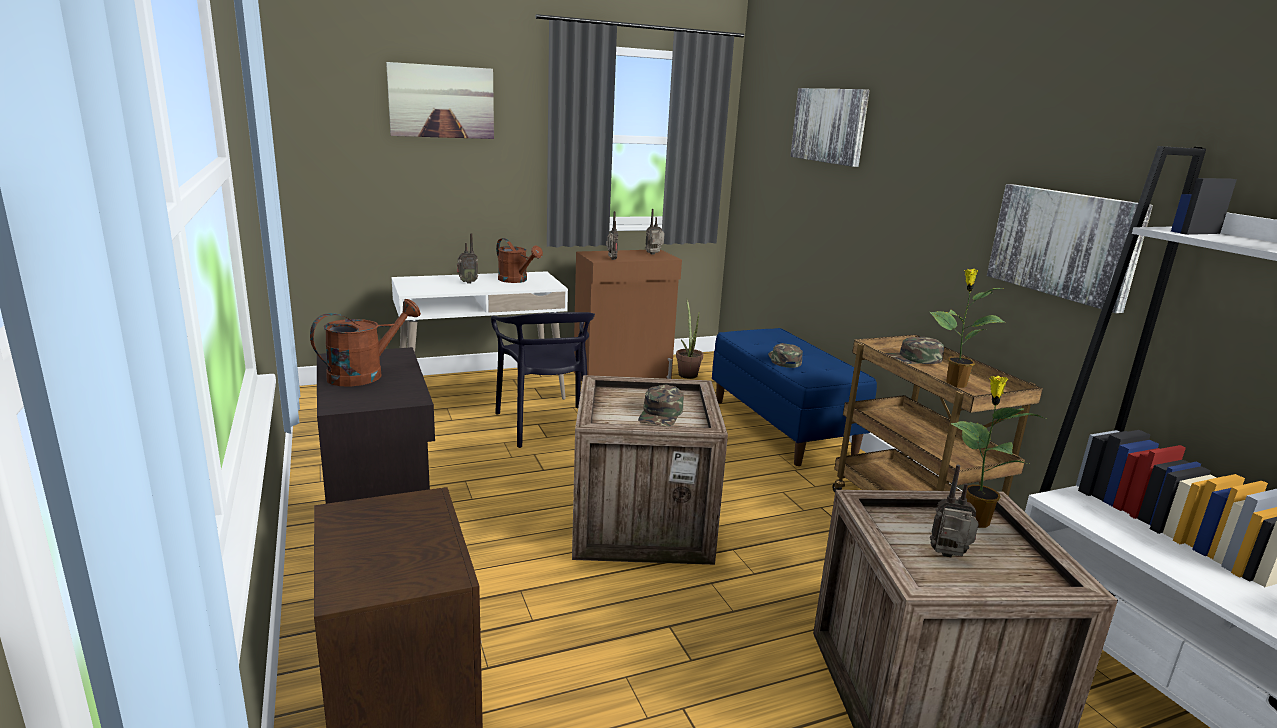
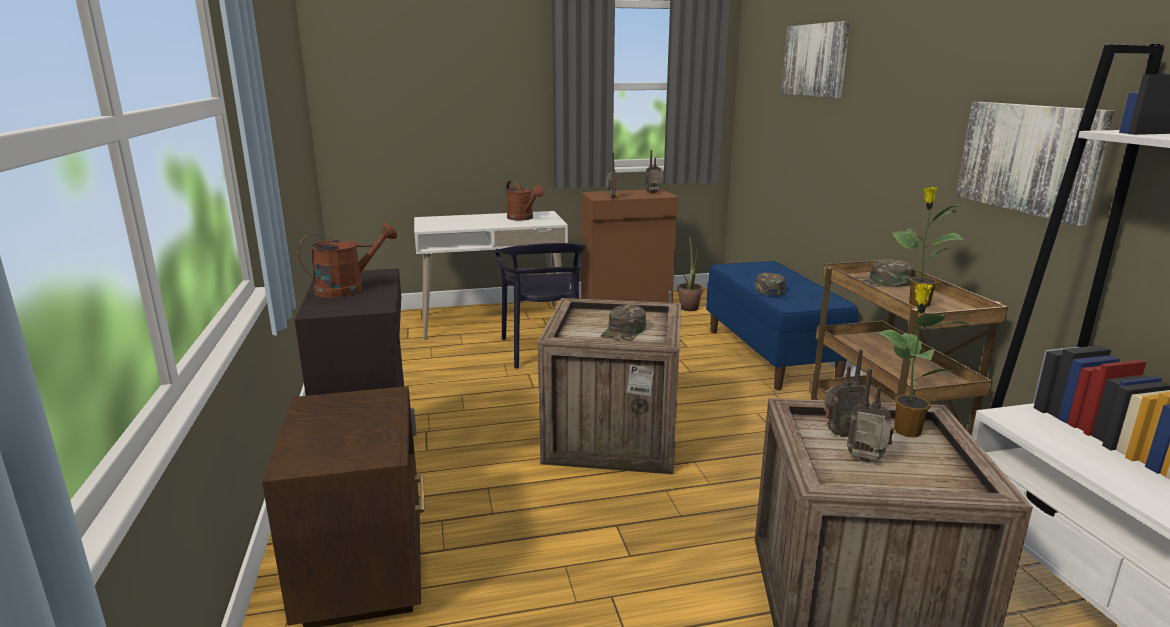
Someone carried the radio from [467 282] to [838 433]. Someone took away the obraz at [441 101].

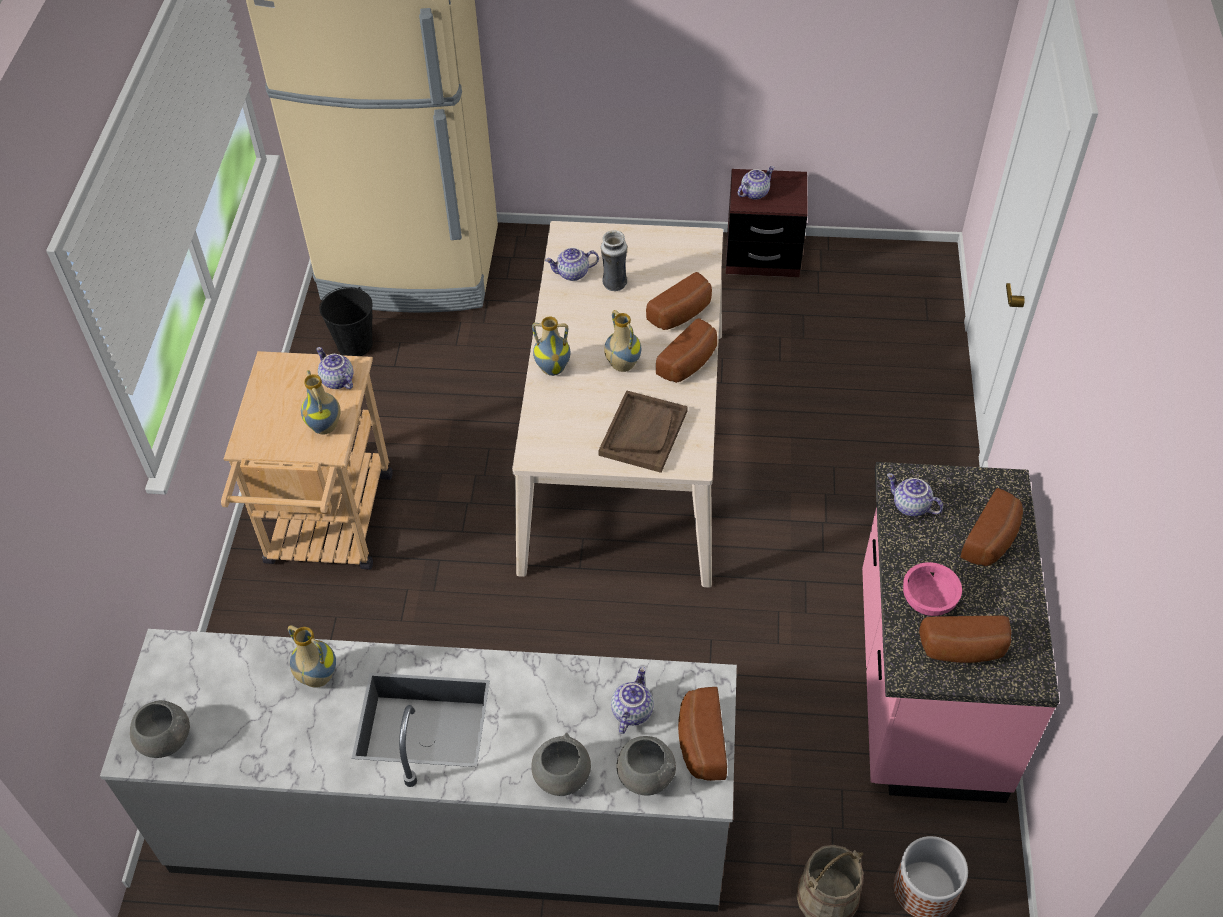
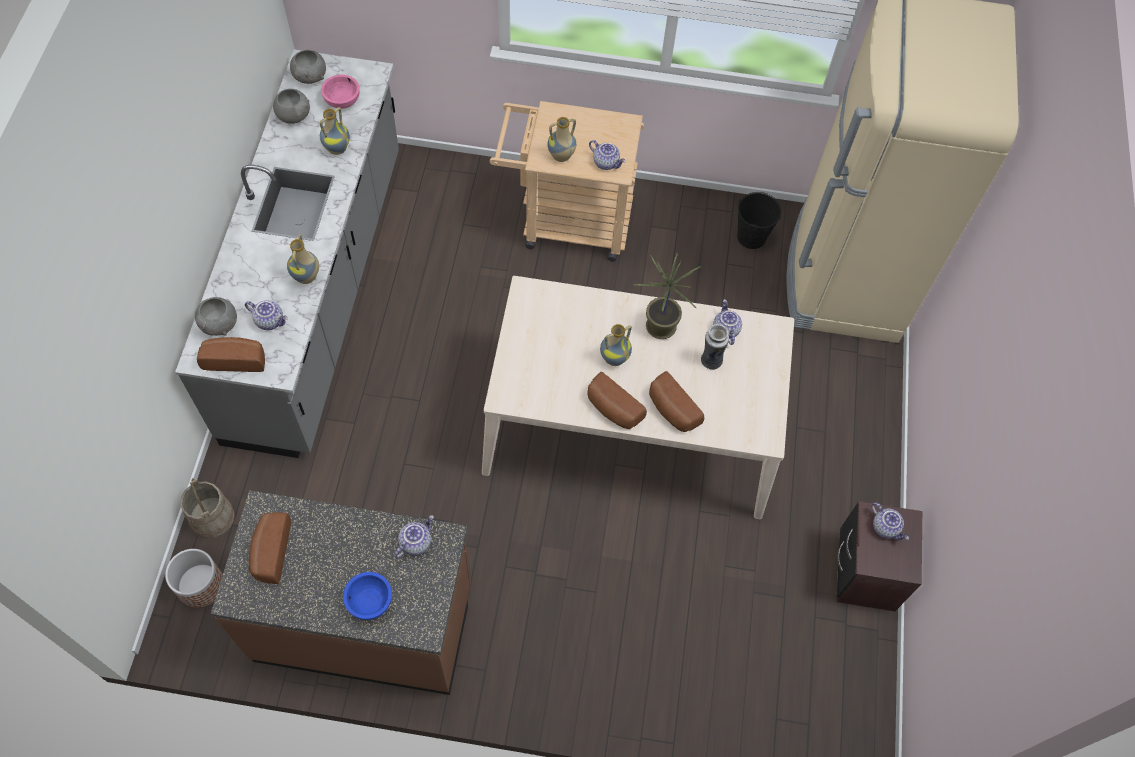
Someone repainted the zabudowa kuchenna/różowy at [925 686], which became the zabudowa kuchenna/brązowy at [364 622]. Someone carried the miska/szary from [561 776] to [293 115]. Someone carried the wazon from [553 368] to [307 277]. Someone carried the miska/różowy from [928 600] to [342 101]. Someone swapped the chleb at [992 540] for the miska/niebieski at [369 601]. Someone rotated the imbryk at [336 380] by 75 degrees clockwise. Someone put down the roślina doniczkowa at [661 328]. Someone took away the taca/brązowy at [643 433].

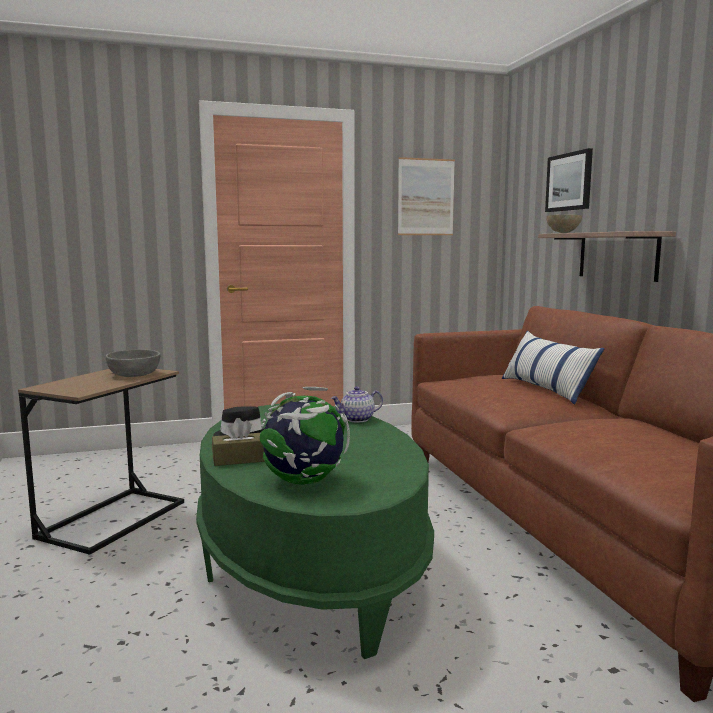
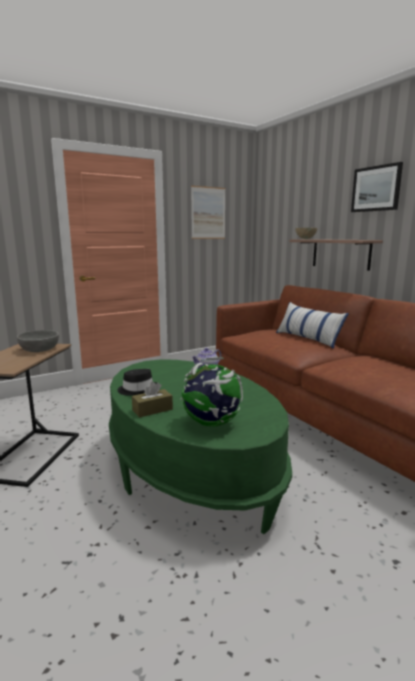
Someone carried the obraz from [569 182] to [376 188].

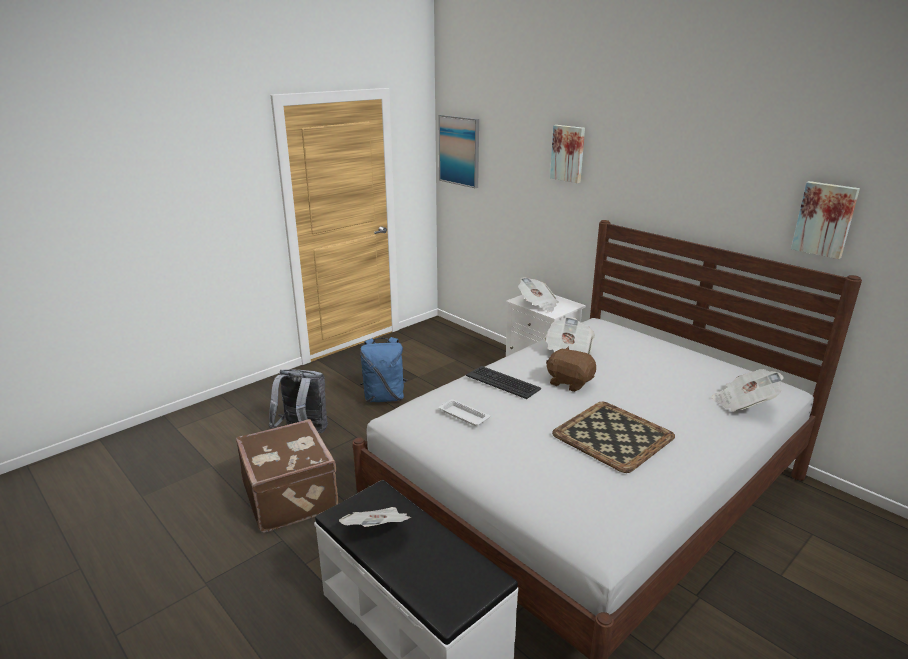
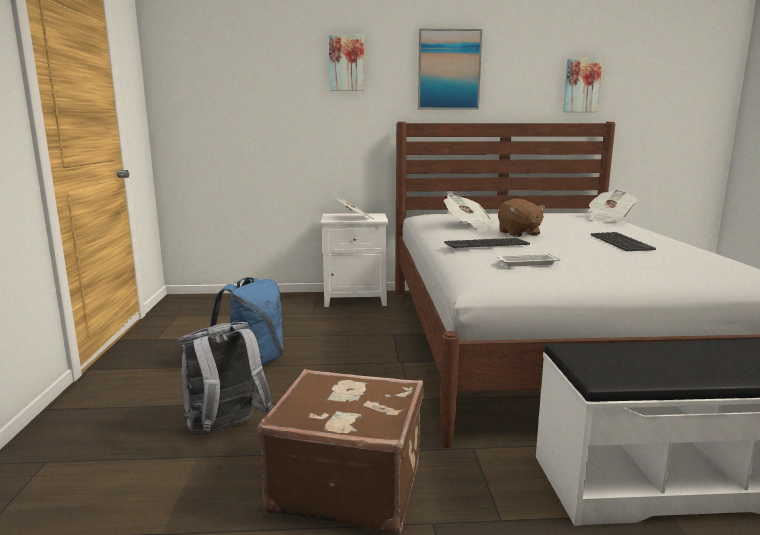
Someone carried the obraz from [459 151] to [449 70]. Someone rotated the pluszak/brązowy at [569 382] by 90 degrees counterclockwise. Someone swapped the taca at [612 435] for the klawiatura at [620 242]. Someone took away the gazeta at [377 531].

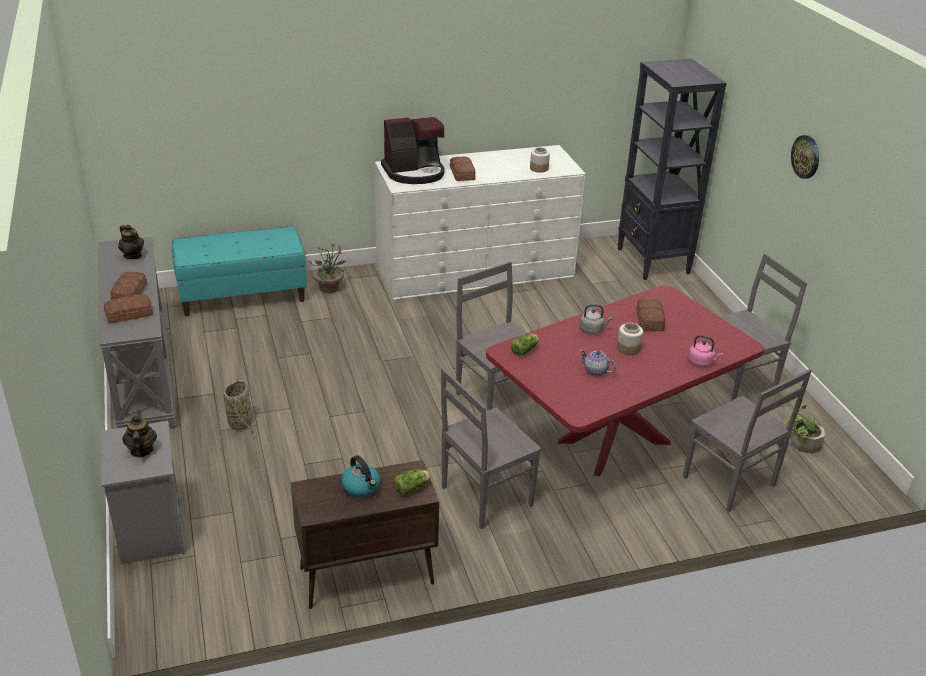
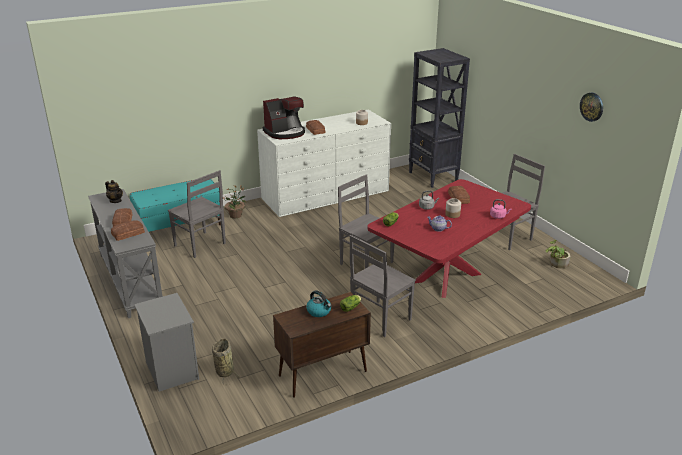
Someone carried the krzesło/szary from [730 483] to [200 245]. Someone carried the koszyk from [241 422] to [224 370]. Someone carried the zegar ścienny from [806 156] to [592 106]. Someone took away the imbryk at [141 450].

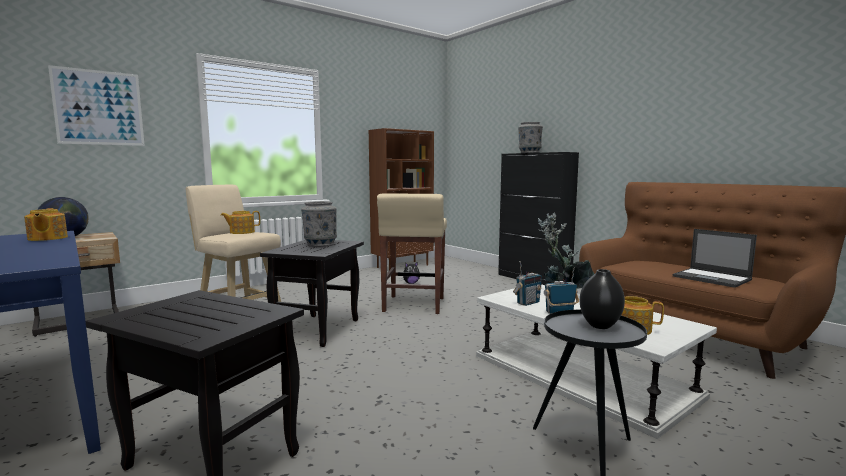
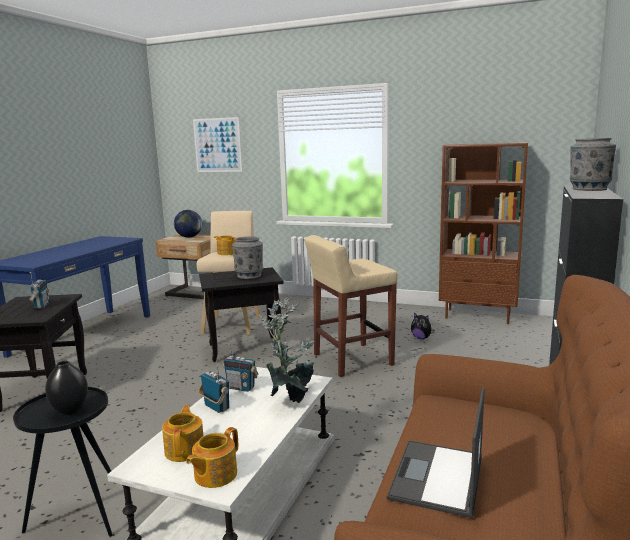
Someone put down the radio at [41 306]. Someone carried the imbryk from [47 238] to [214 475].

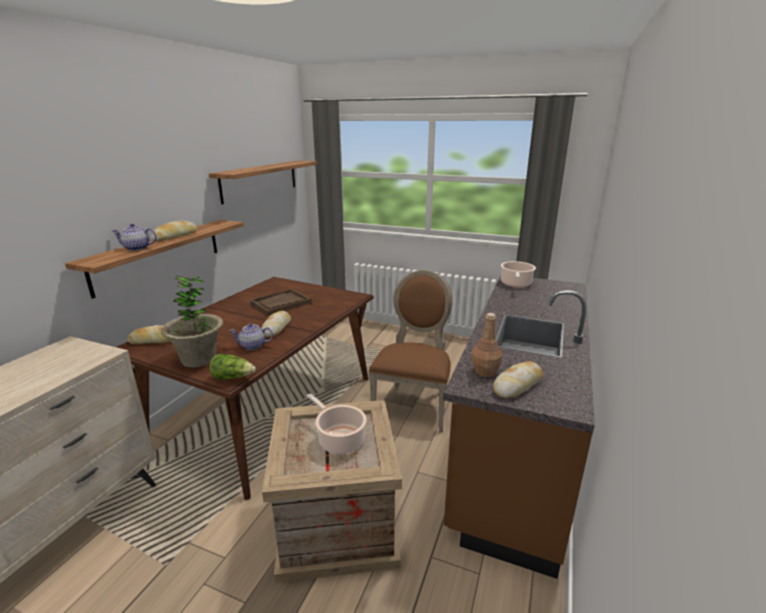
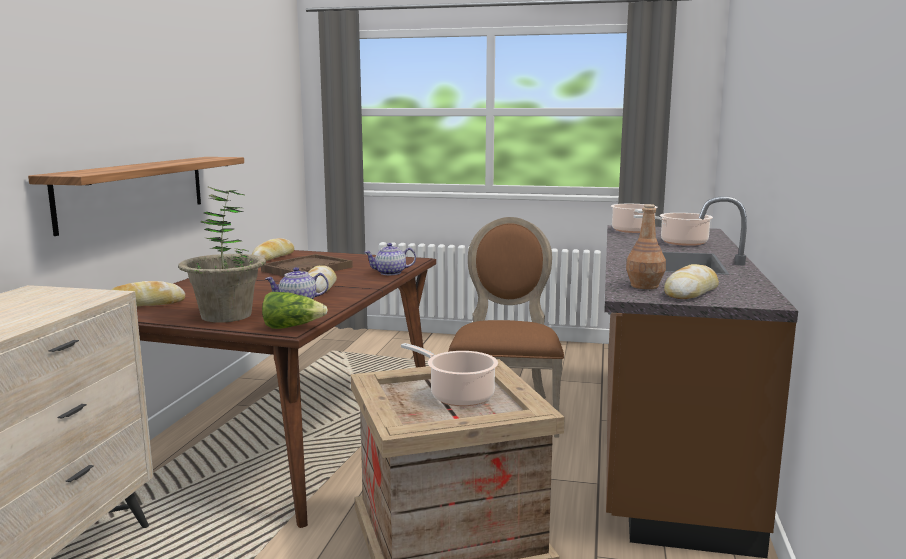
Someone carried the chleb from [175 236] to [273 257]. Someone carried the imbryk from [136 248] to [390 273]. Someone put down the garnek at [680 243]. Someone took away the półka at [260 180].

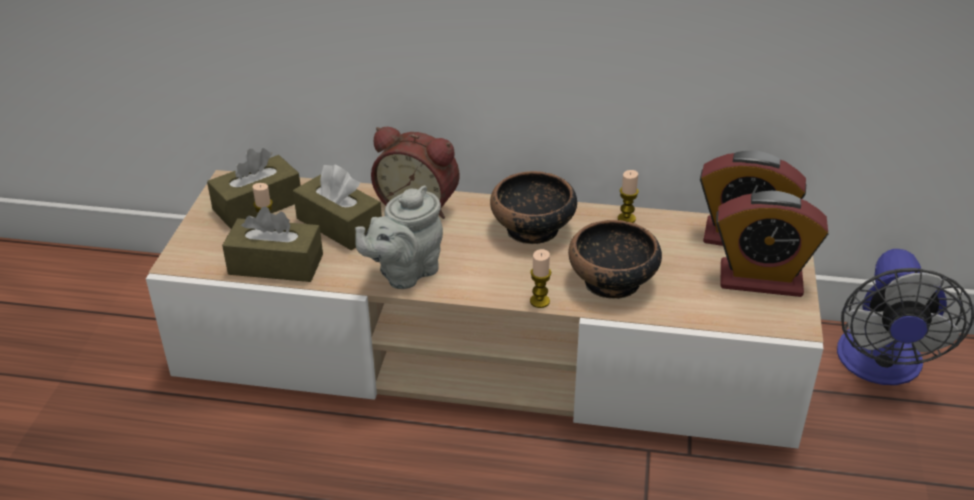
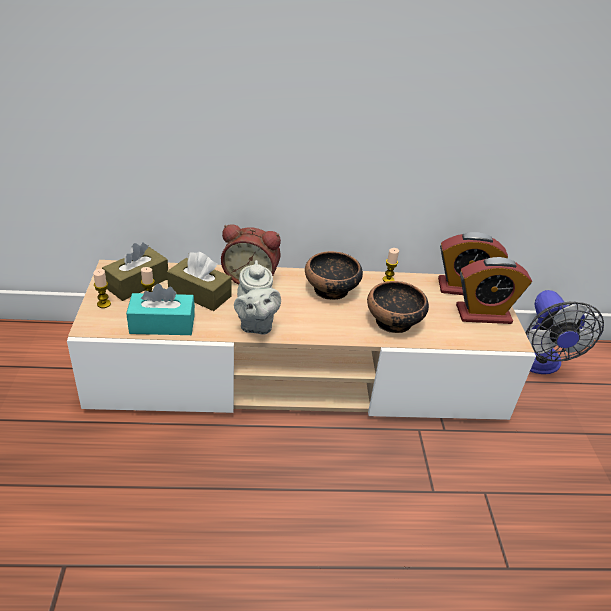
Someone carried the świeca from [539 301] to [104 304]. Someone repainted the pudełko chusteczek/brązowy at [276 264], which became the pudełko chusteczek/turkusowy at [162 324]. Someone rotated the imbryk/szary at [405 273] by 45 degrees counterclockwise.

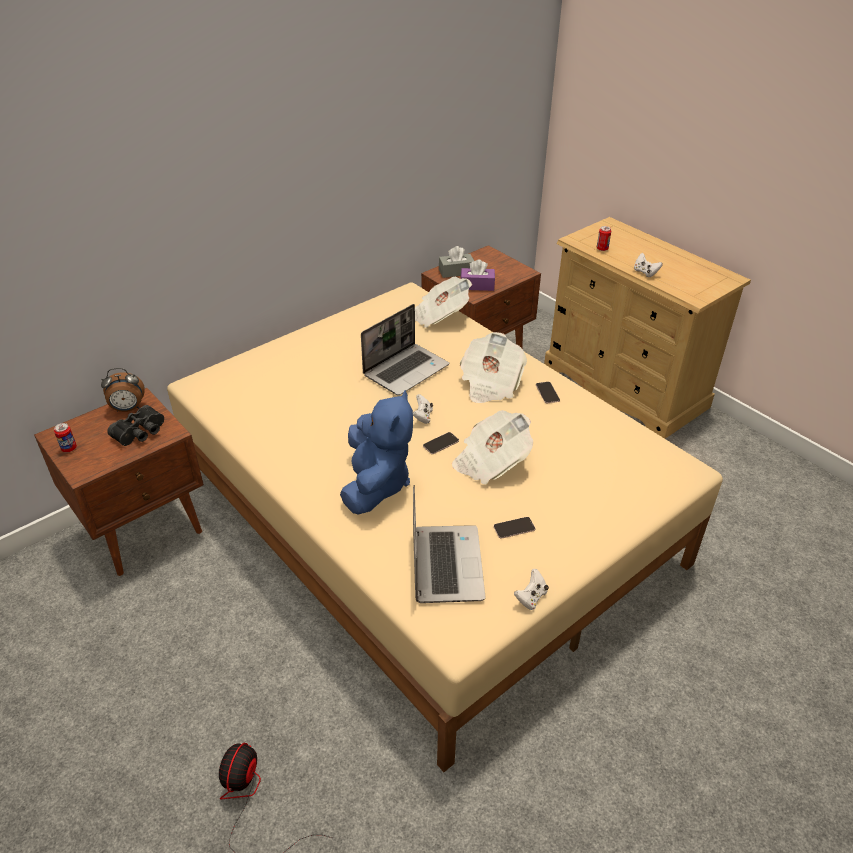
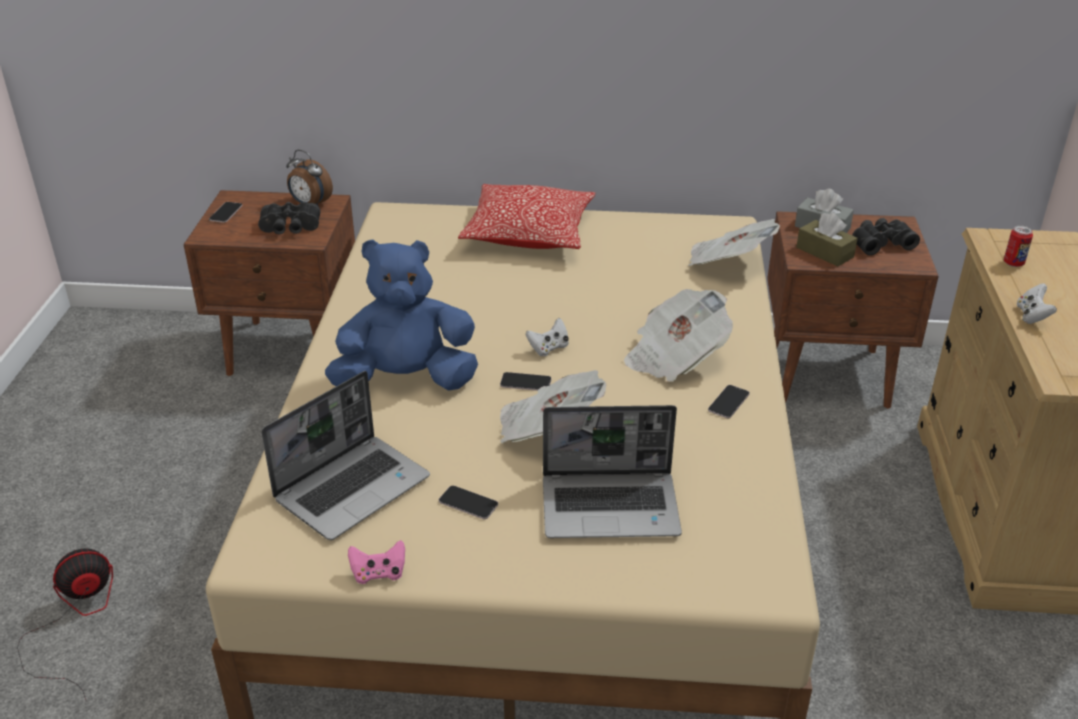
Someone swapped the puszka at [69 448] for the telefon at [226 213]. Someone rotated the pluszak/niebieski at [376 484] by 150 degrees counterclockwise. Someone repainted the pad do gier/biały at [531 597], which became the pad do gier/różowy at [378 574]. Someone put down the poduszka at [529 234]. Someone carried the laptop from [406 370] to [611 506]. Someone repainted the pudełko chusteczek/fioletowy at [477 285], which became the pudełko chusteczek/brązowy at [824 252]. Someone put down the lornetka/czarny at [880 243].

